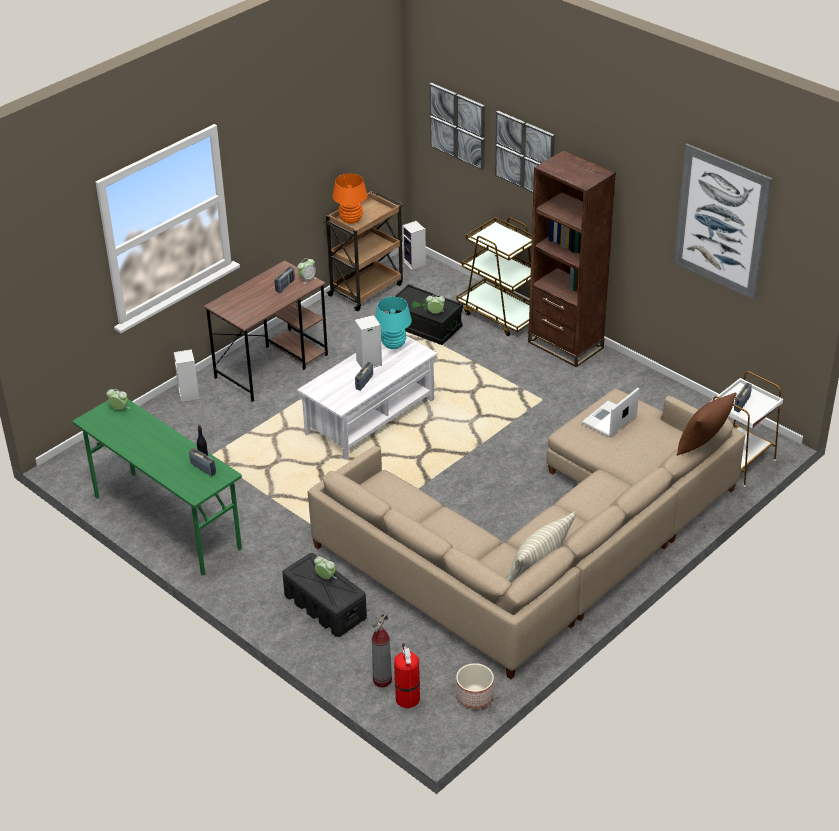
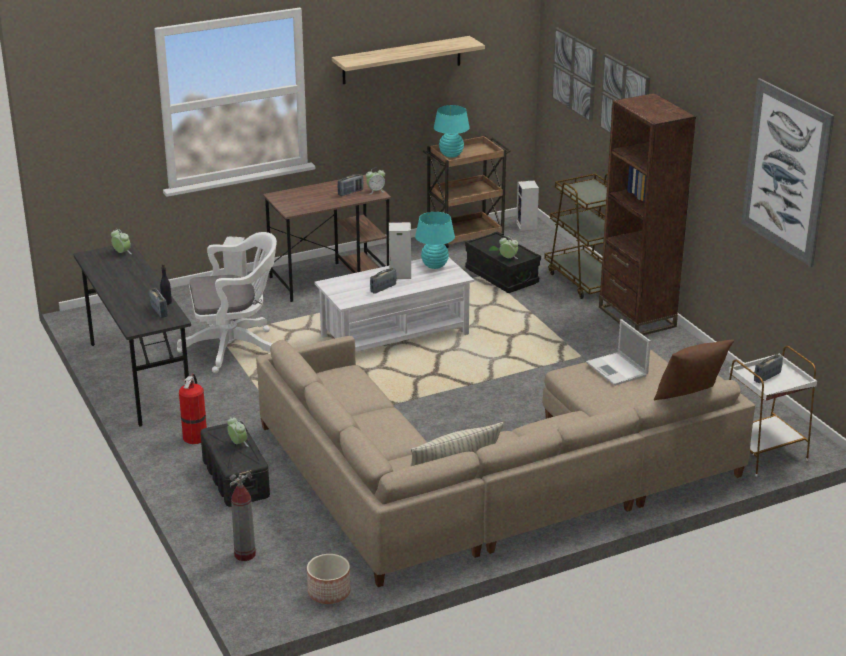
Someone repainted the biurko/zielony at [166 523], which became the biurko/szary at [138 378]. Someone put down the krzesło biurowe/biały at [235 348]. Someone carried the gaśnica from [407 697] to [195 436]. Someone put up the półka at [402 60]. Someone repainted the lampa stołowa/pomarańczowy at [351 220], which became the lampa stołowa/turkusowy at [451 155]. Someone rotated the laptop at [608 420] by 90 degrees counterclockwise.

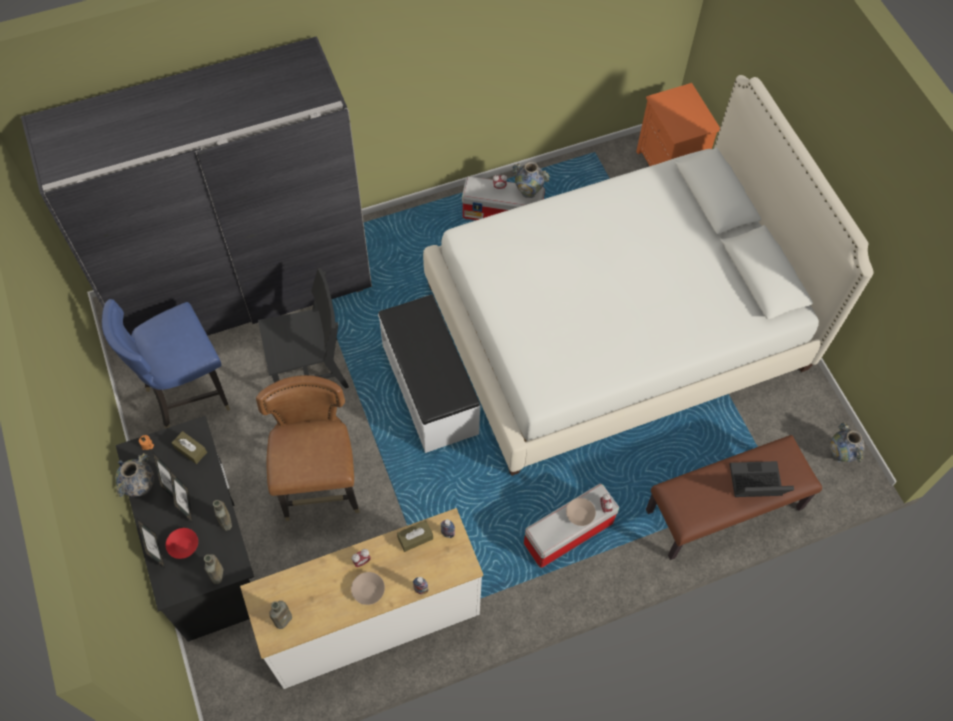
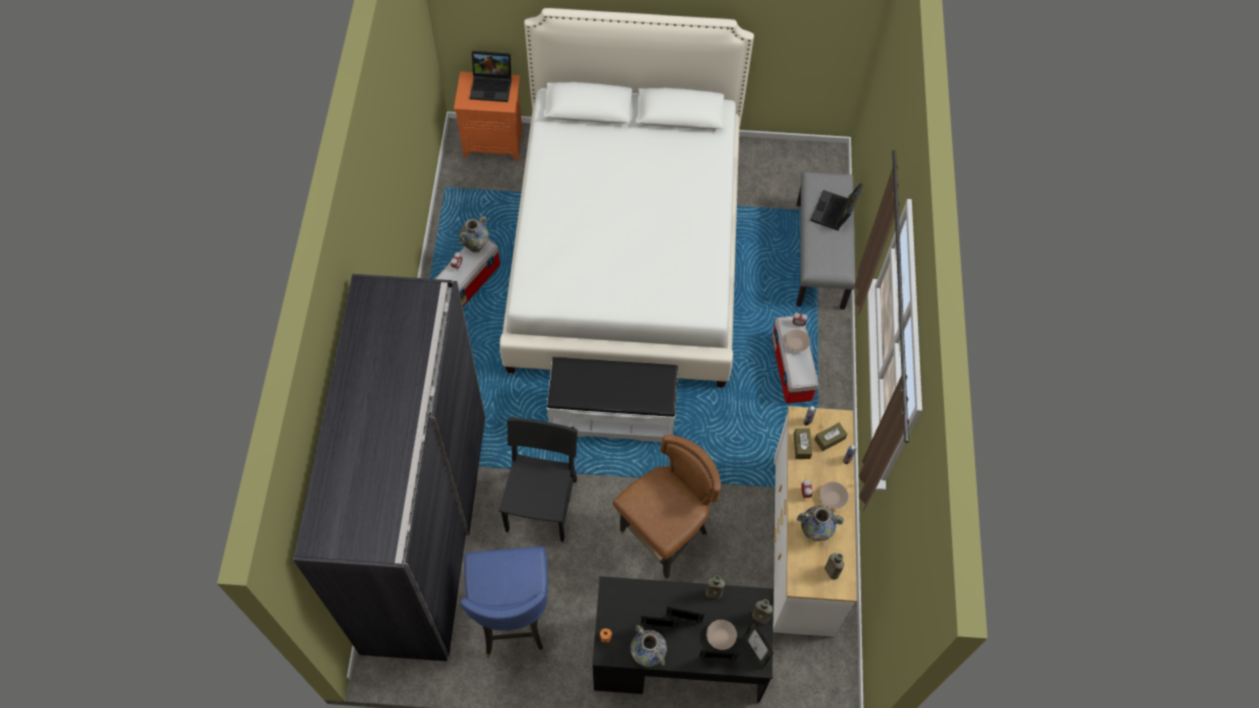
Someone put down the laptop at [492 86]. Someone rotated the krzesło/brązowy at [321 488] by 120 degrees clockwise. Someone repainted the miska/czerwony at [183 546], which became the miska/beżowy at [721 637]. Someone put down the ramka na zdjęcie at [755 651]. Someone repainted the ławka/brązowy at [724 510], which became the ławka/szary at [820 255]. Someone carried the wazon from [840 455] to [815 532]. Someone carried the pudełko chusteczek/brązowy from [190 450] to [829 439].

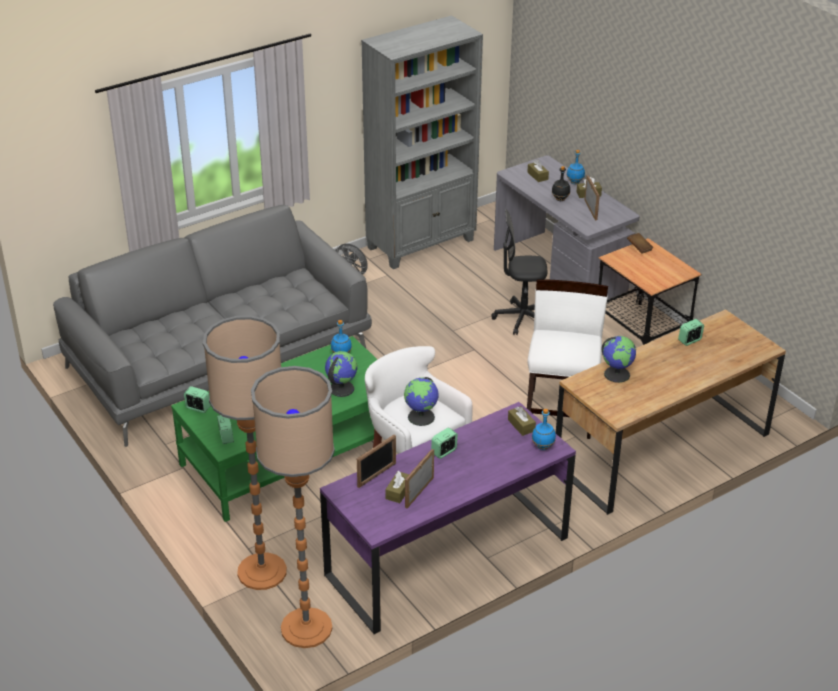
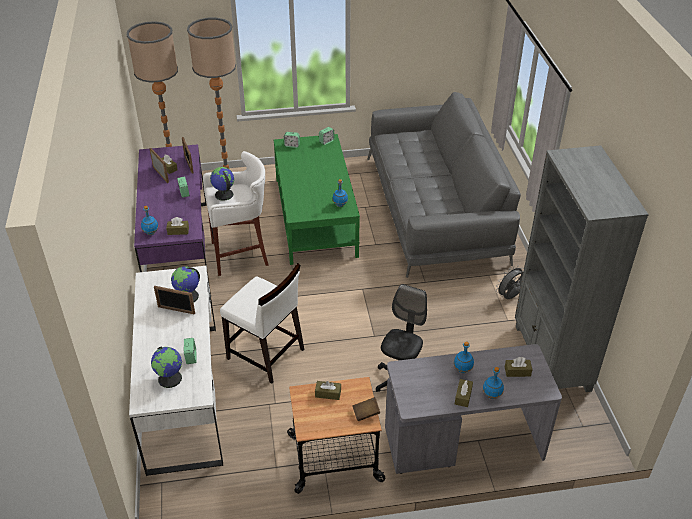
Someone repainted the biurko/brązowy at [662 449], which became the biurko/biały at [184 395]. Someone carried the globus from [341 388] to [170 378]. Someone carried the ramka na zdjęcie from [590 210] to [176 310]. Someone put down the pudełko chusteczek/brązowy at [328 393]. Someone repainted the butelka/czarny at [560 199], which became the butelka/niebieski at [462 369].

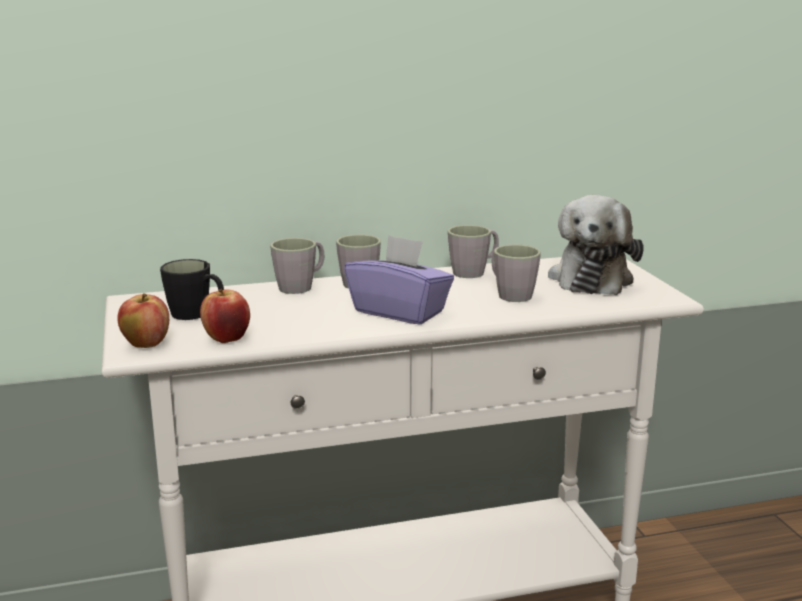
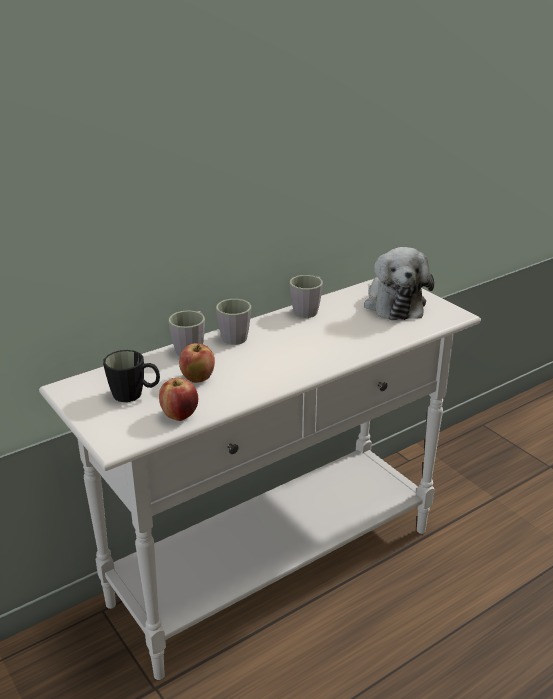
Someone carried the jabłko from [146 344] to [197 378]. Someone took away the pudełko chusteczek/fioletowy at [400 311]. Someone took away the kubek/szary at [510 293].

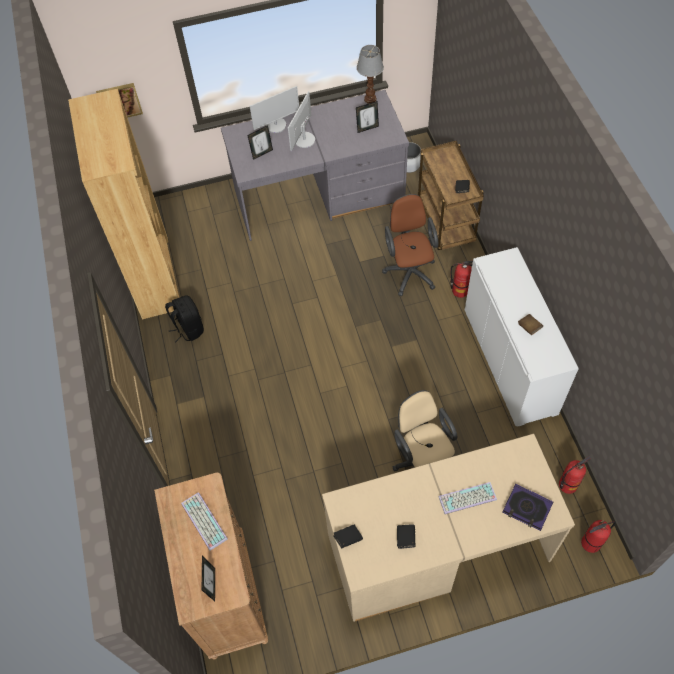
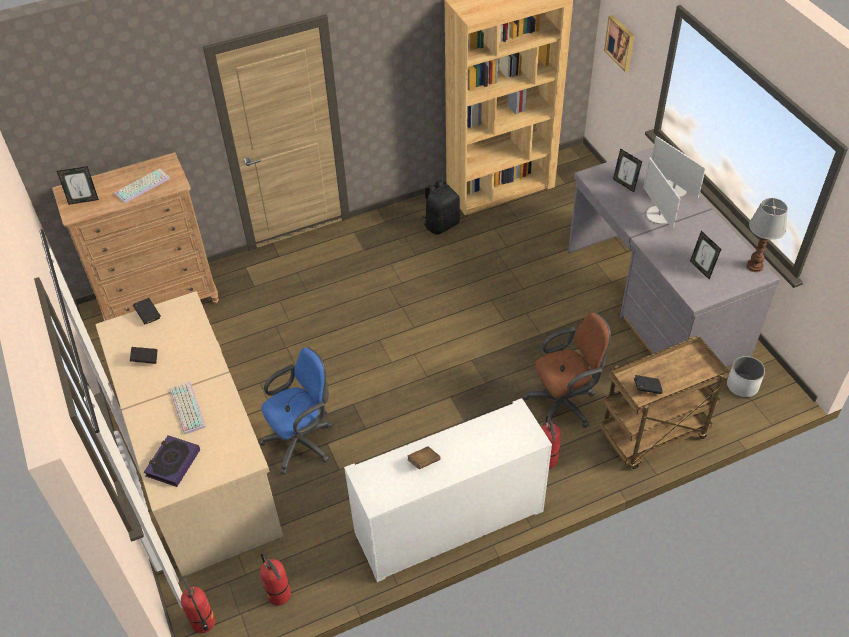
Someone repainted the krzesło biurowe/beżowy at [423 461], which became the krzesło biurowe/niebieski at [302 441]. Someone rotated the monitor at [304 140] by 120 degrees counterclockwise.

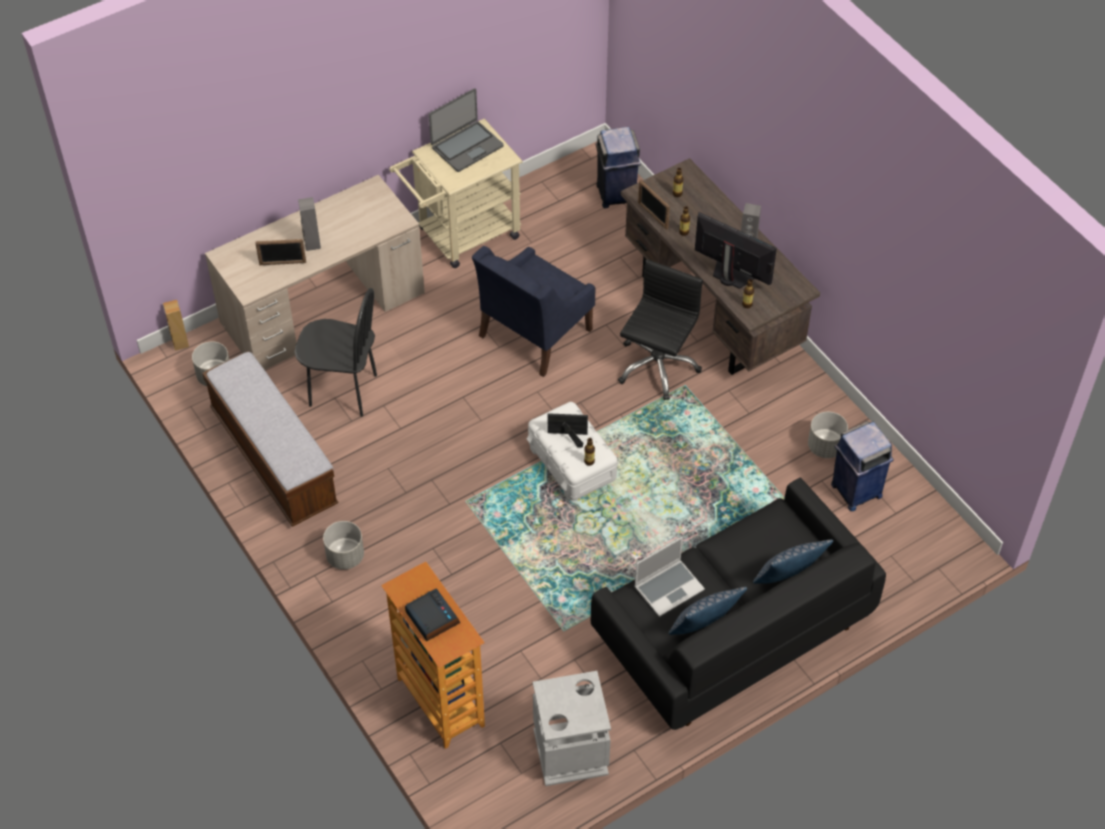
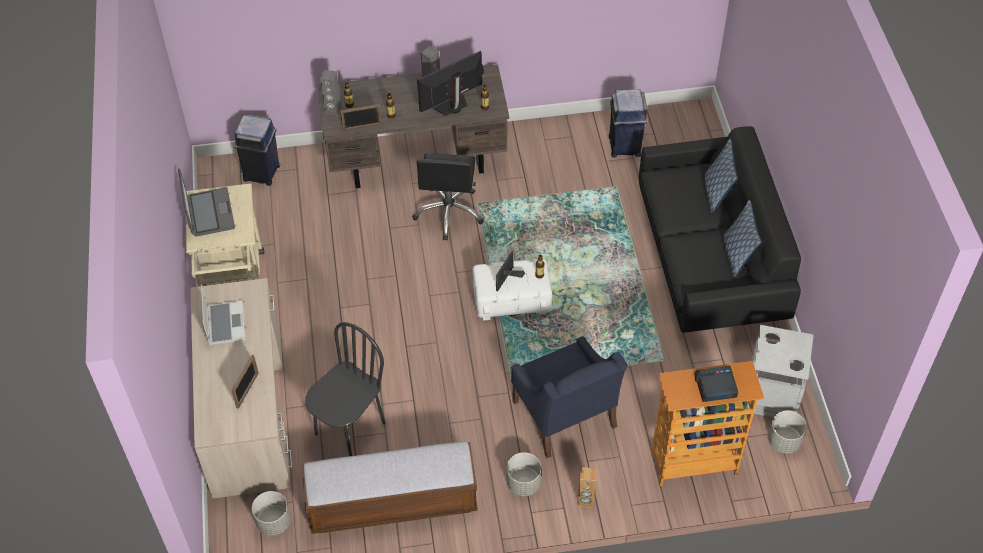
Someone carried the laptop from [669 587] to [225 323]. Someone carried the głośnik/szary from [312 244] to [333 110]. Someone rotated the krzesło biurowe/czarny at [657 366] by 135 degrees counterclockwise. Someone carried the fotel/niebieski from [534 333] to [564 415]. Someone carried the głośnik/brązowy from [180 343] to [585 501]. Someone carried the donica/szary from [825 446] to [784 441].

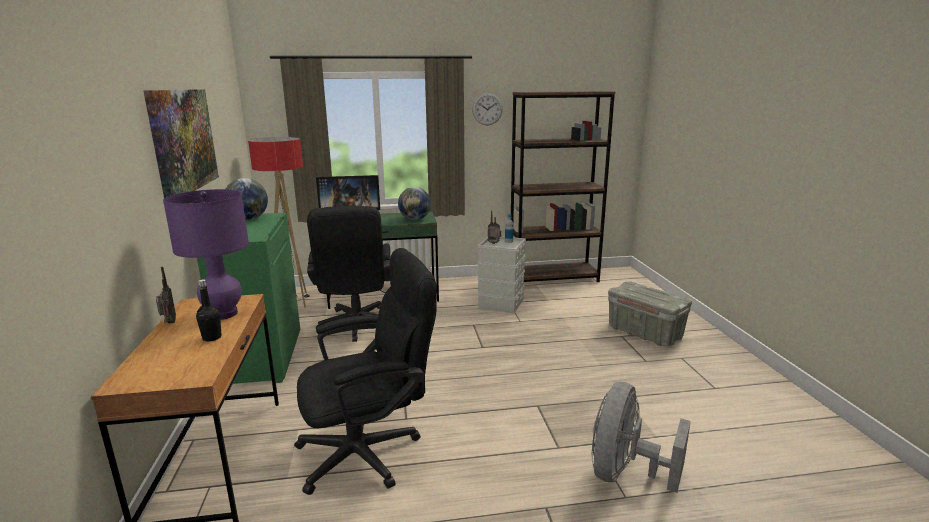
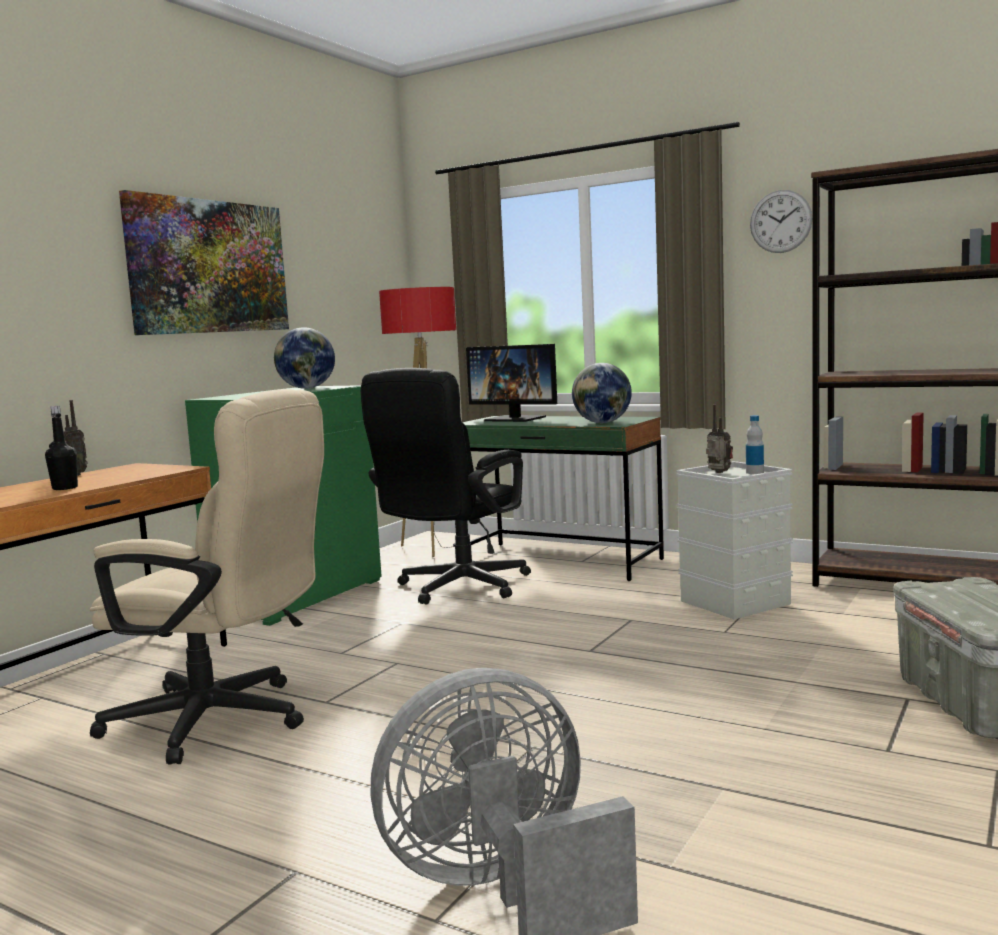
Someone repainted the krzesło biurowe/czarny at [370 451], which became the krzesło biurowe/beżowy at [224 721]. Someone took away the lampa stołowa/fioletowy at [223 314].

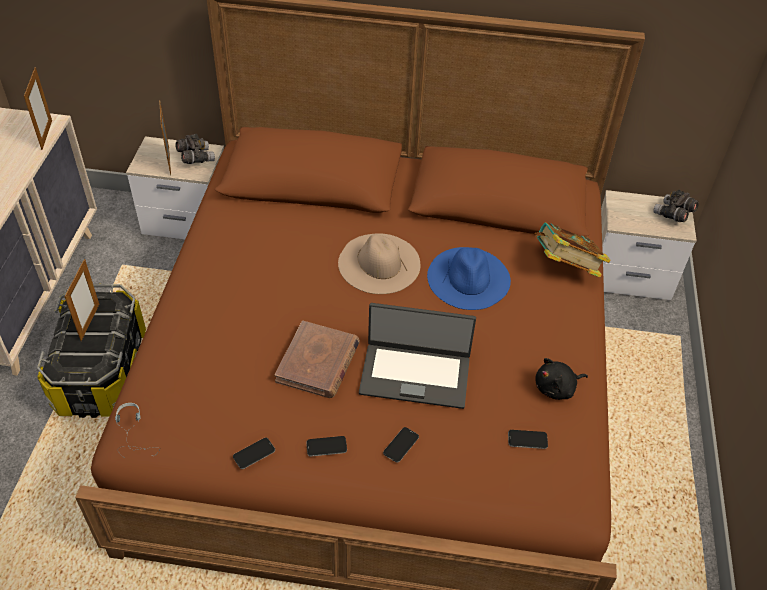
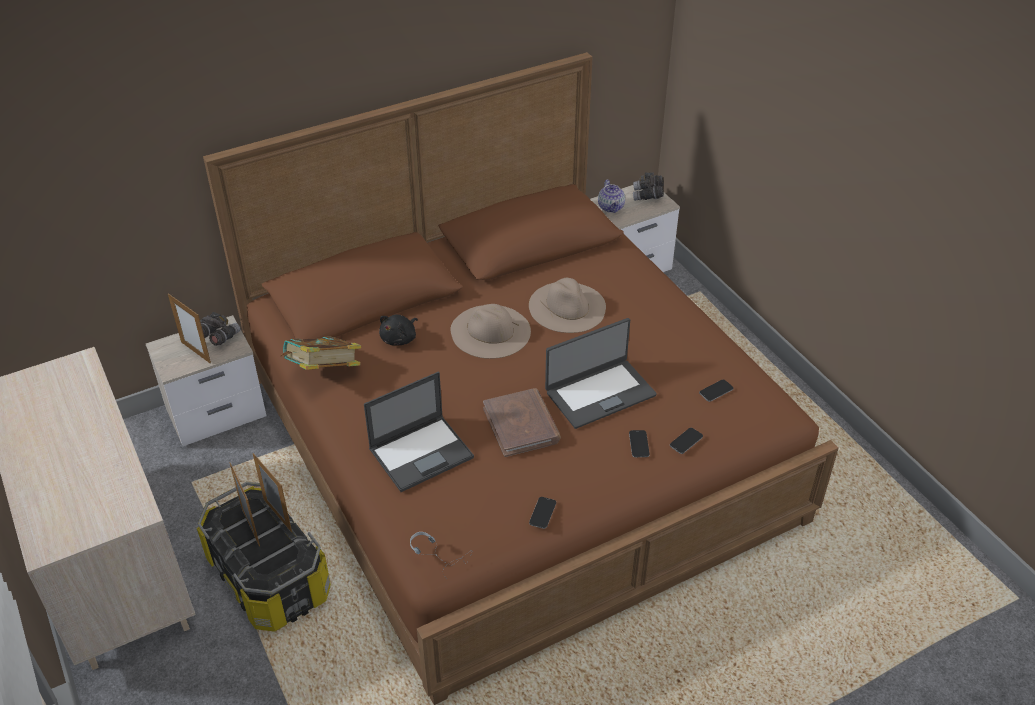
Someone carried the ramka na zdjęcie from [46 135] to [277 515]. Someone carried the książka from [565 267] to [323 372]. Someone put down the laptop at [422 453]. Someone carried the pluszak/czarny from [557 388] to [400 338]. Someone repainted the kapelusz/niebieski at [468 278], which became the kapelusz/beżowy at [567 307]. Someone put down the imbryk at [611 207]. Someone carried the telefon from [326 446] to [686 441].

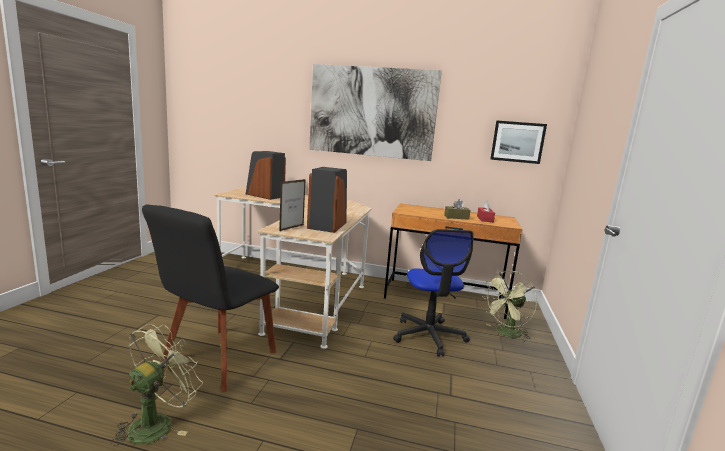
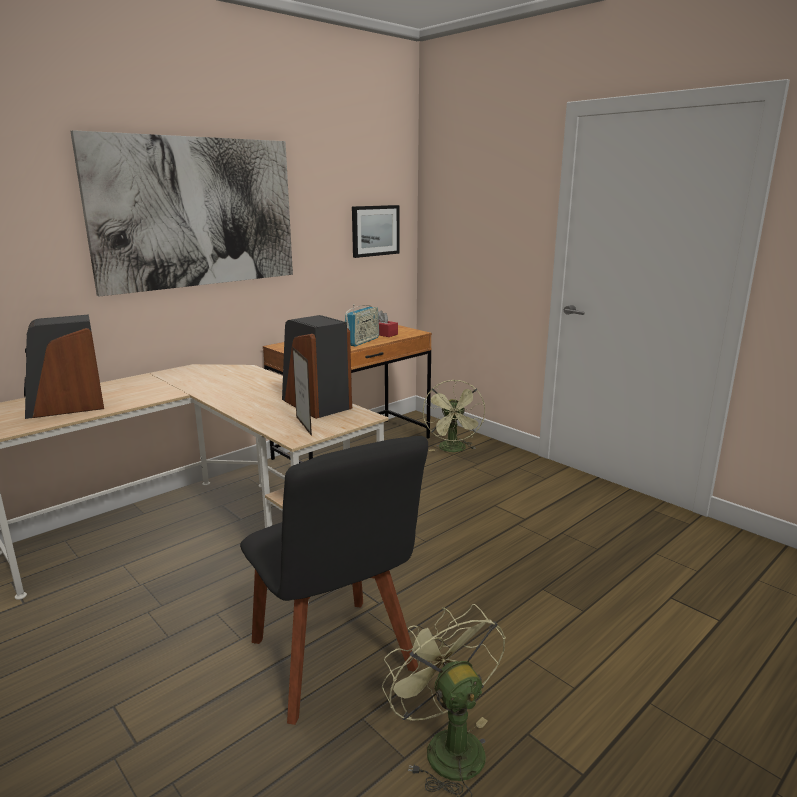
Someone swapped the pudełko chusteczek/brązowy at [456 217] for the radio at [362 341]. Someone took away the krzesło biurowe at [429 336].

